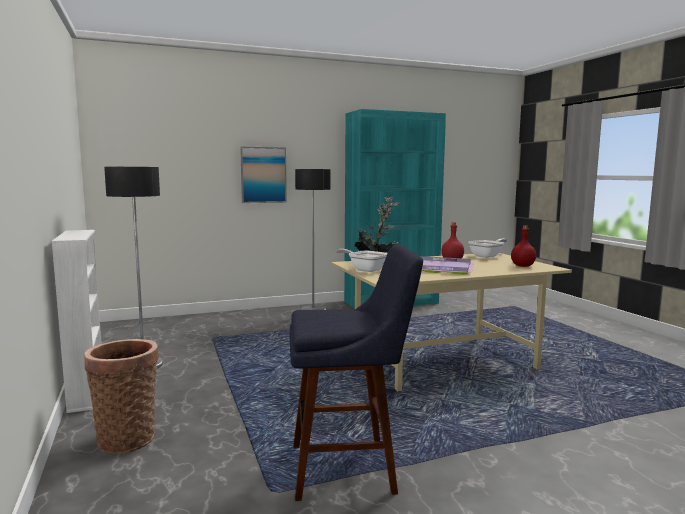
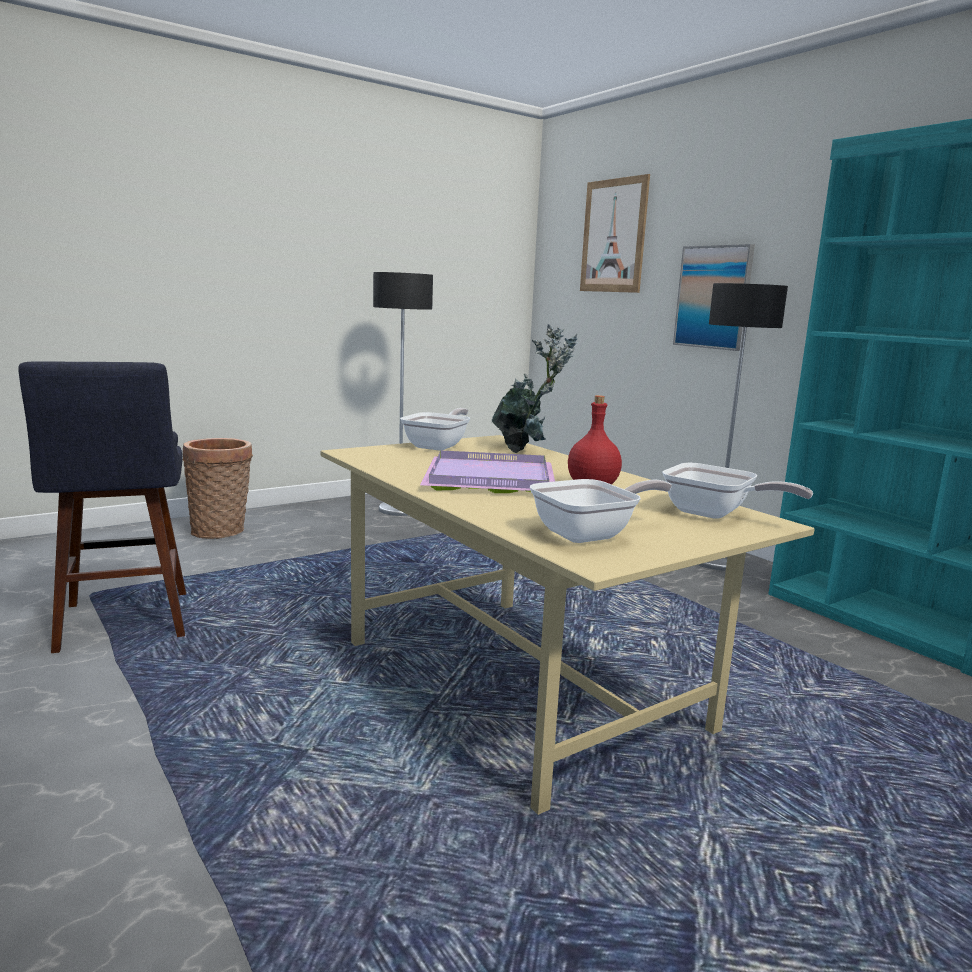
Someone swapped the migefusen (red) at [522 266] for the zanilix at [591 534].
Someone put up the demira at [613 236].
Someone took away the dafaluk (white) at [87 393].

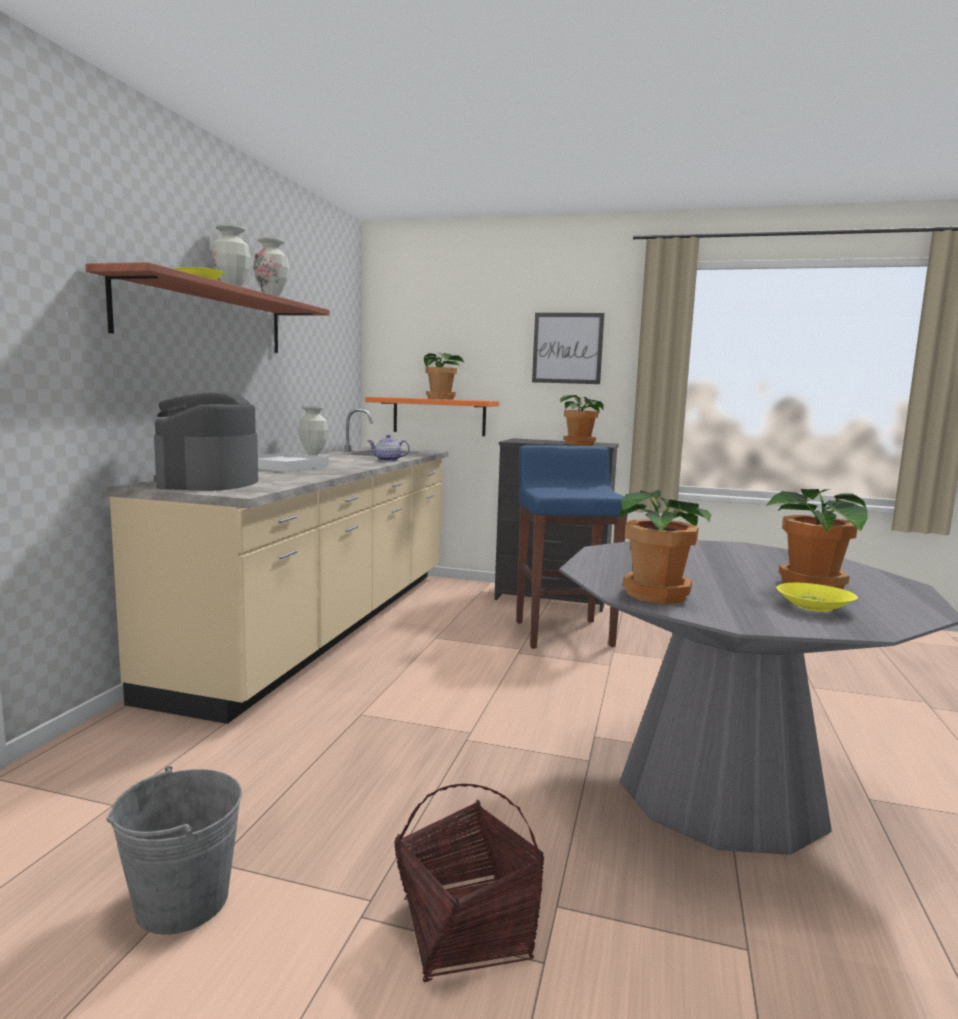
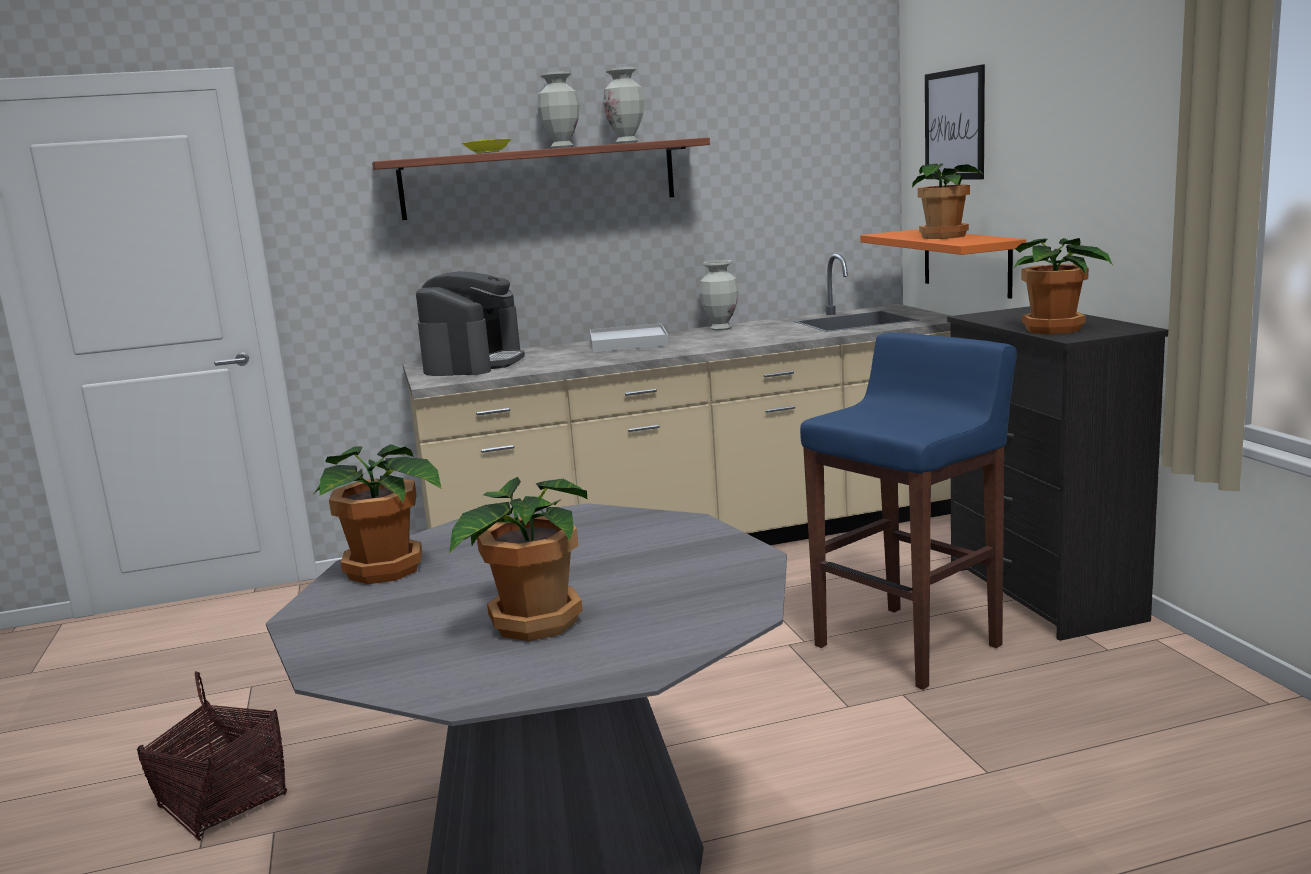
Someone rotated the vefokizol at [209 482] by 135 degrees clockwise.
Someone carried the demira from [567 348] to [954 125].
Someone took away the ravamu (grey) at [182 901].
Someone took away the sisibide at [387 460].
Someone took away the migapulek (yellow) at [812 608].

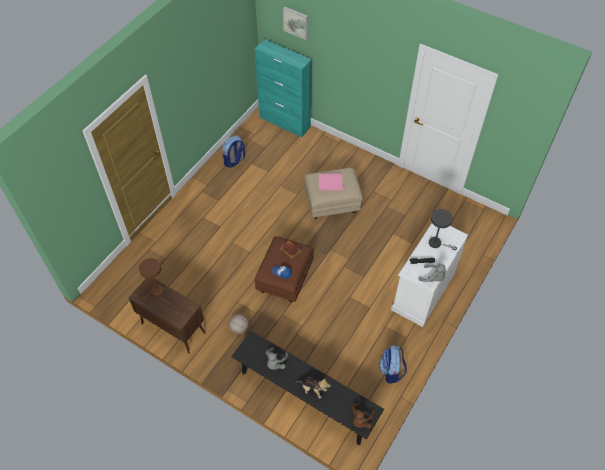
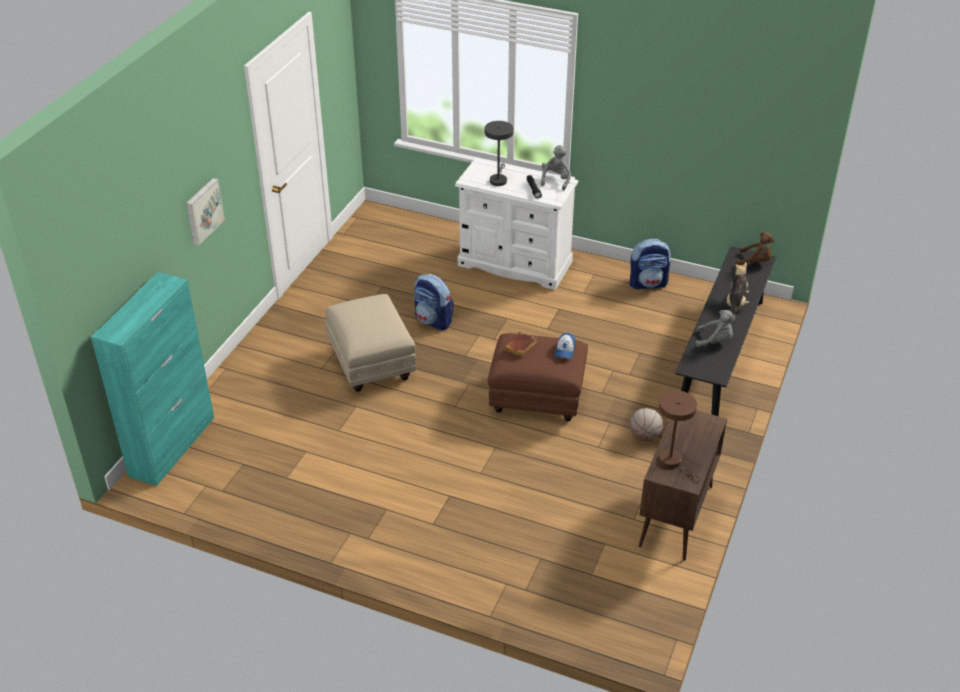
Someone carried the demira from [296 22] to [203 210].
Someone carried the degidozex from [234 161] to [433 320].
Someone took away the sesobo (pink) at [330 182].

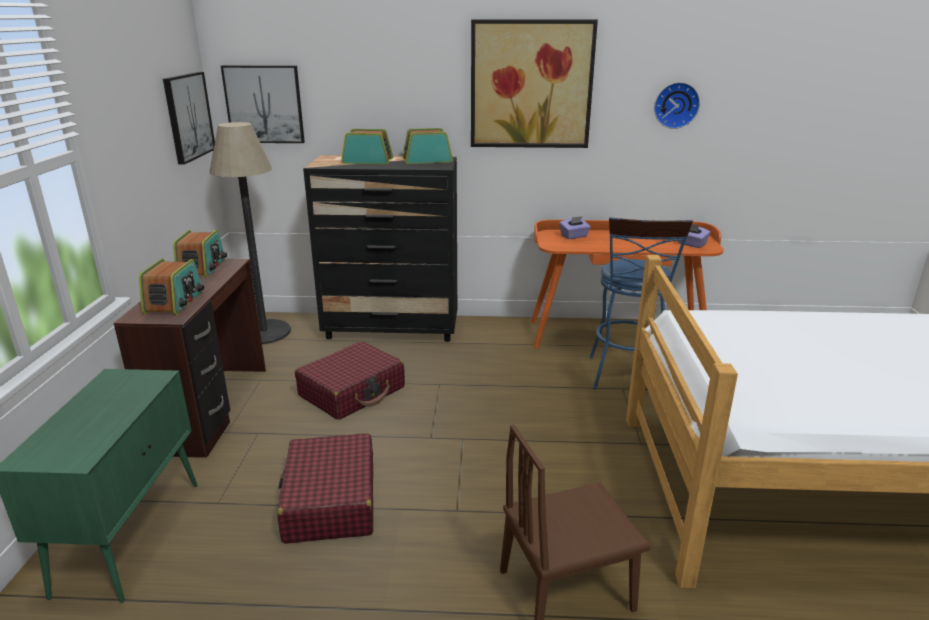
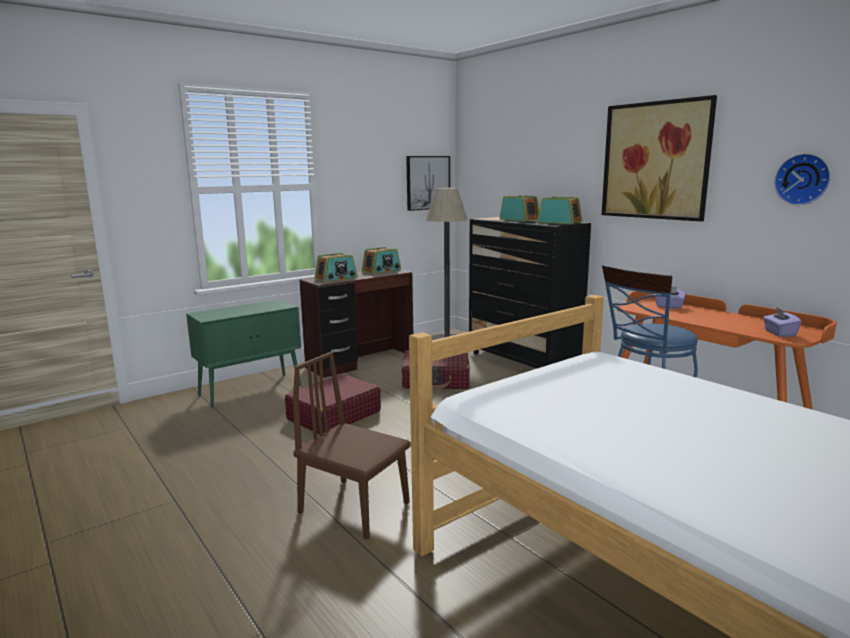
Someone took away the demira at [264 104].

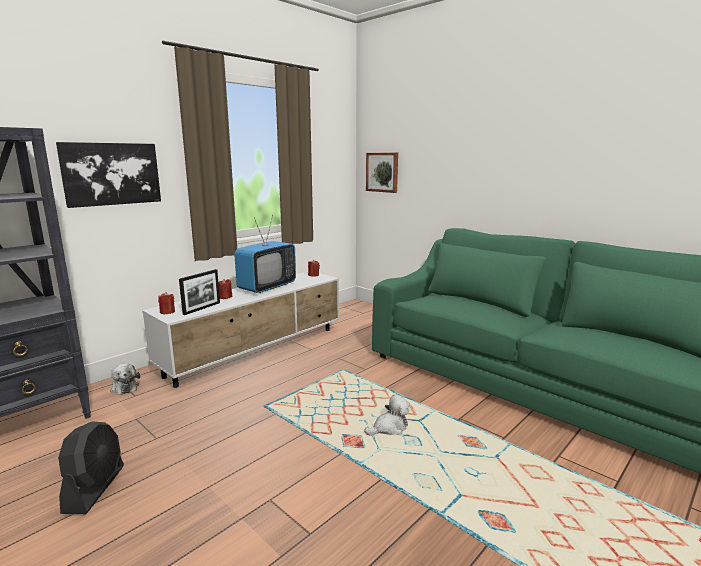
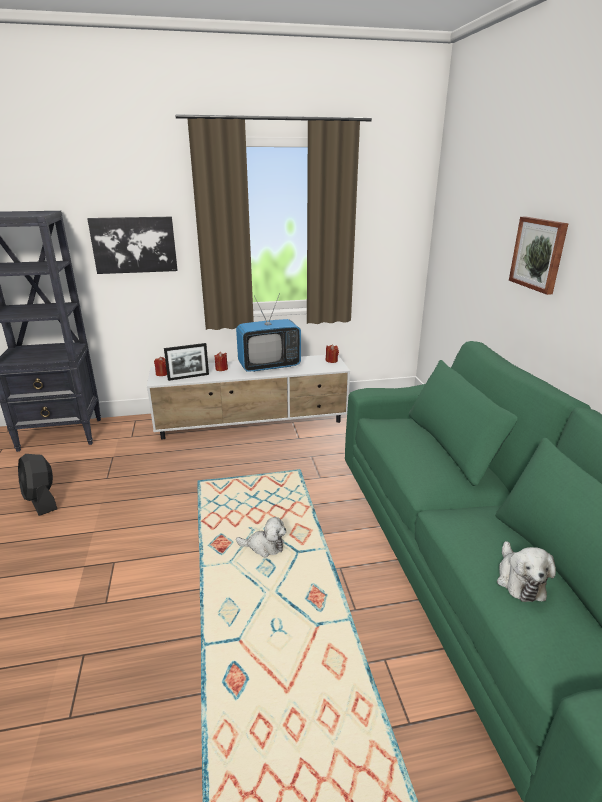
Someone rotated the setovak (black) at [95 488] by 105 degrees clockwise.
Someone carried the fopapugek from [124 387] to [519 580].
Someone carried the demira from [382 172] to [538 254].

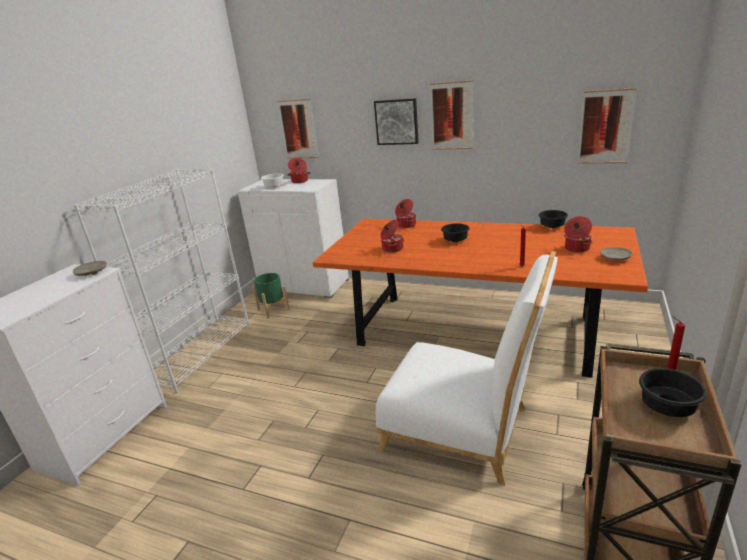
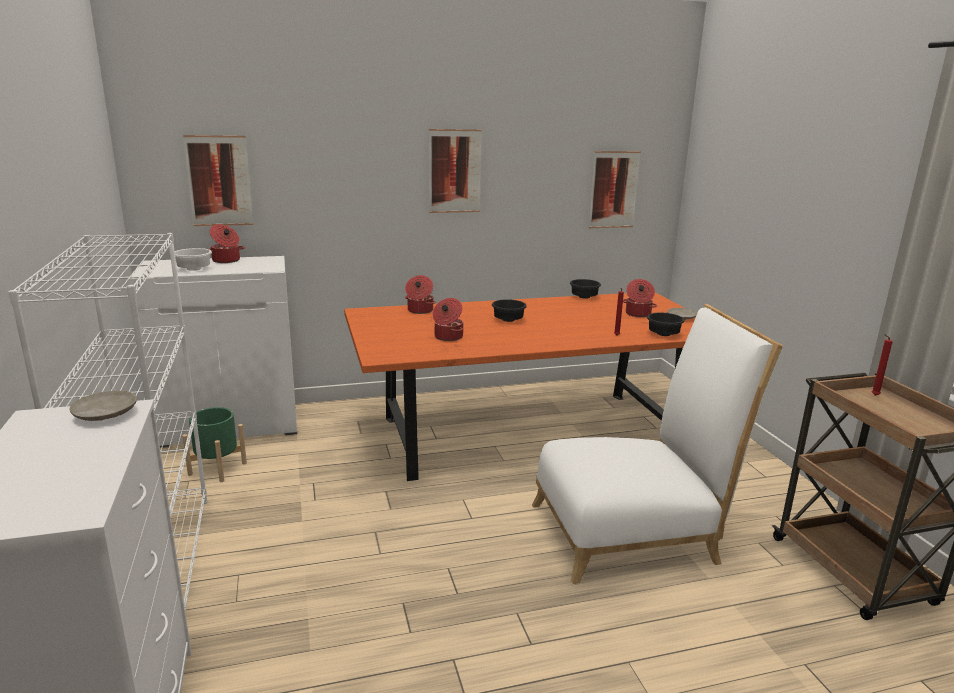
Someone carried the migapulek (black) from [667 408] to [664 335].
Someone took away the demira at [397 122].

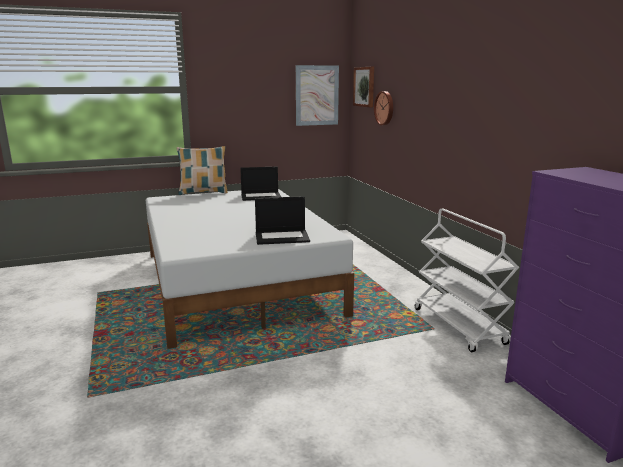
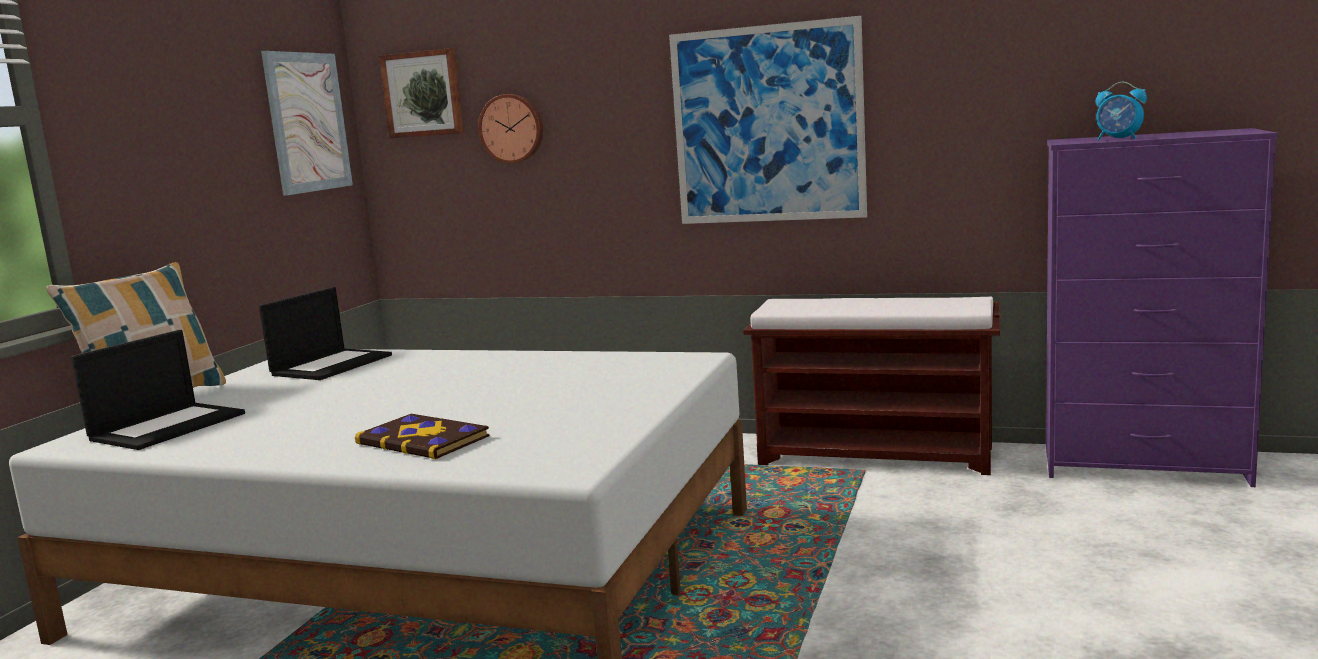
Someone carried the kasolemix from [282 237] to [168 426].
Someone put down the sesobo at [424 440].
Someone put up the demira at [767 124].
Someone swapped the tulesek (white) at [459 326] for the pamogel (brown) at [877 455].
Someone put down the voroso at [1119 139].

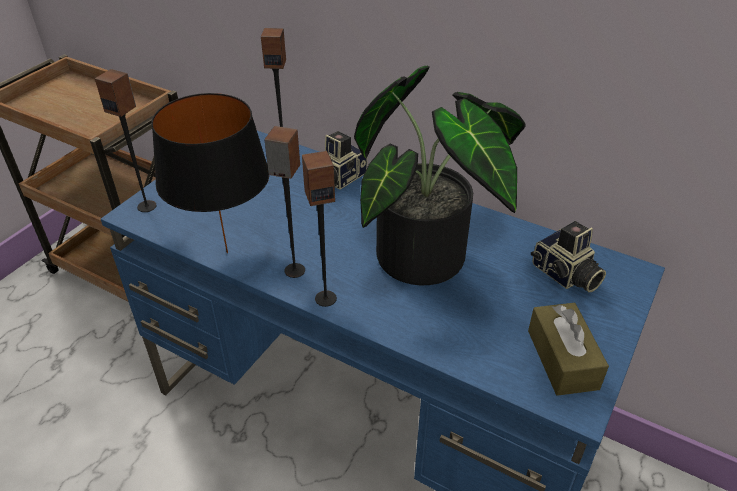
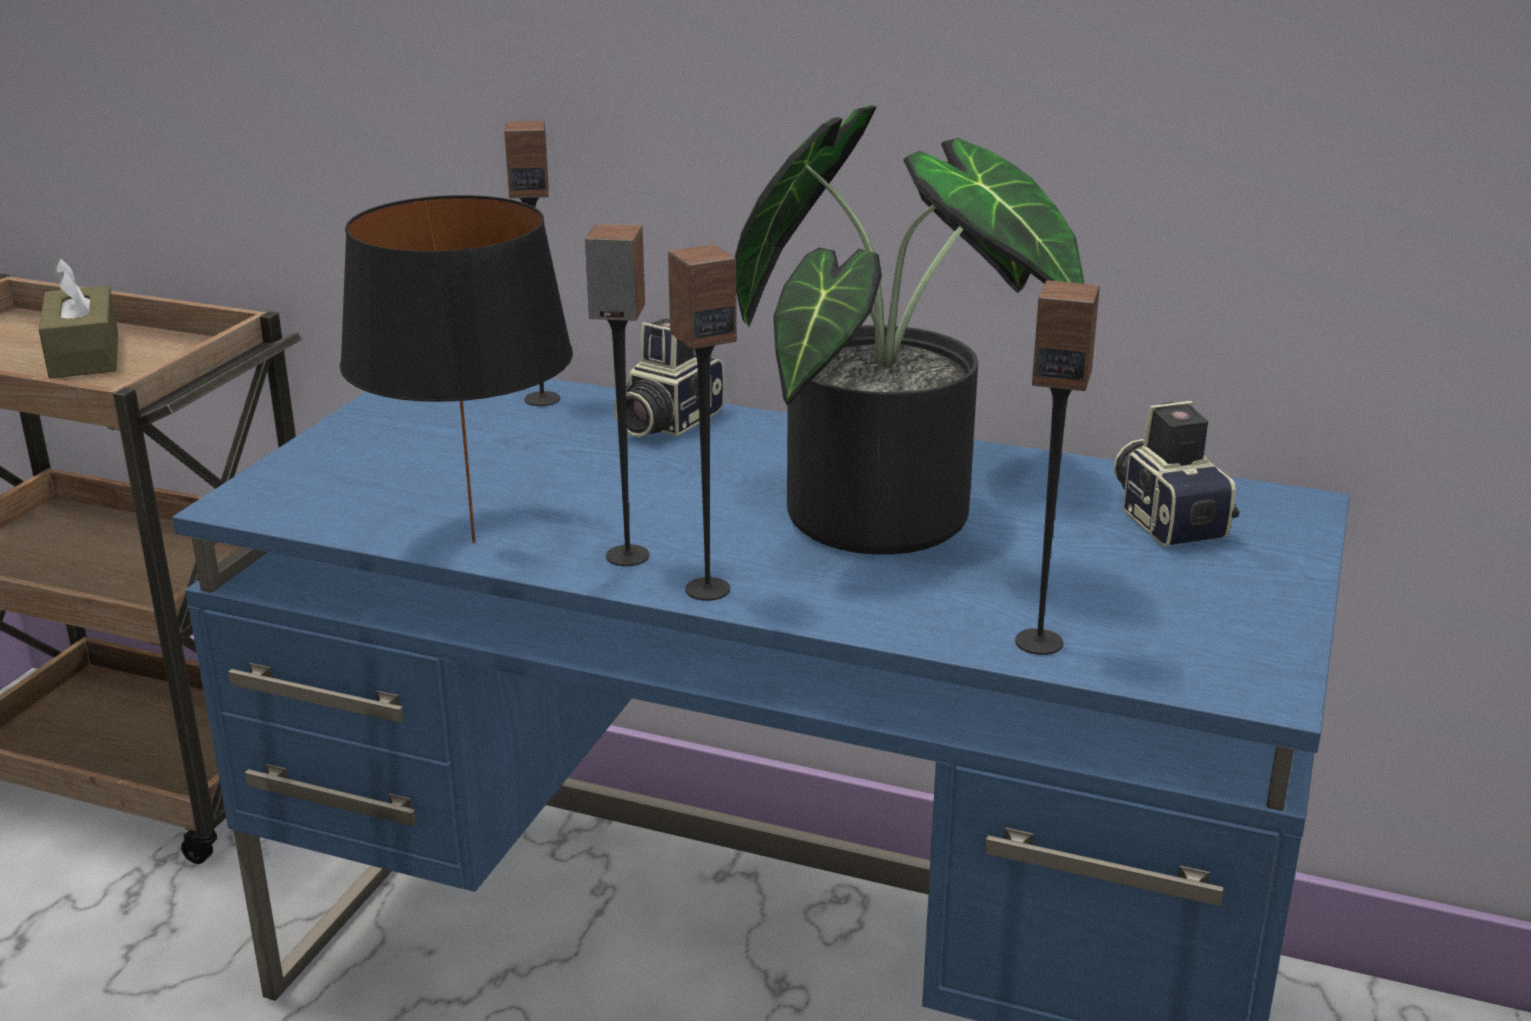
Someone carried the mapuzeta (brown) from [562 359] to [84 354].
Someone carried the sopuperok from [147 206] to [1039 642].
Someone rotated the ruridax at [565 275] by 150 degrees counterclockwise.

